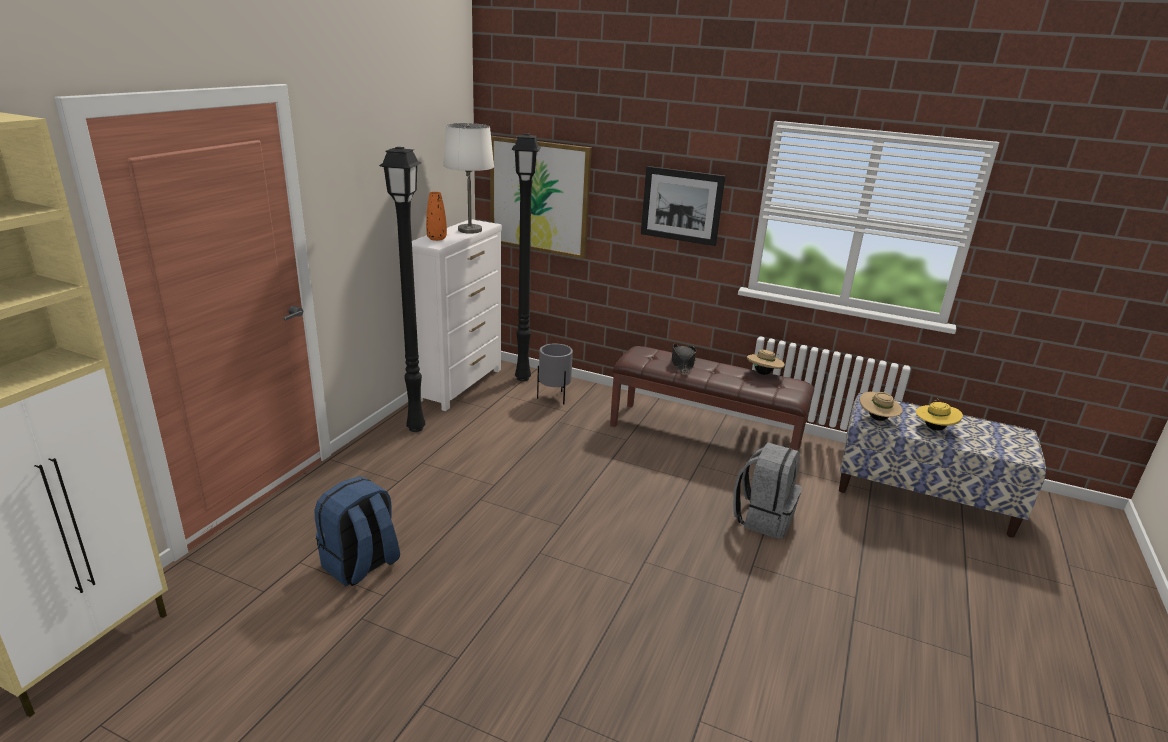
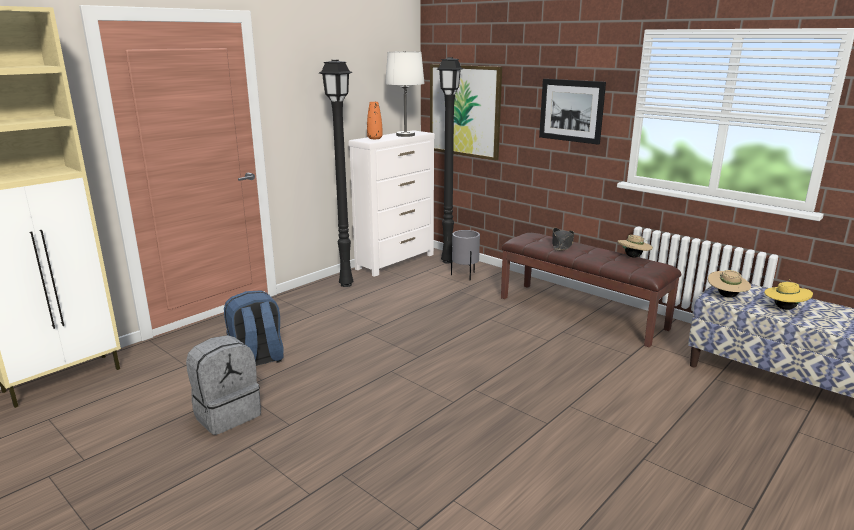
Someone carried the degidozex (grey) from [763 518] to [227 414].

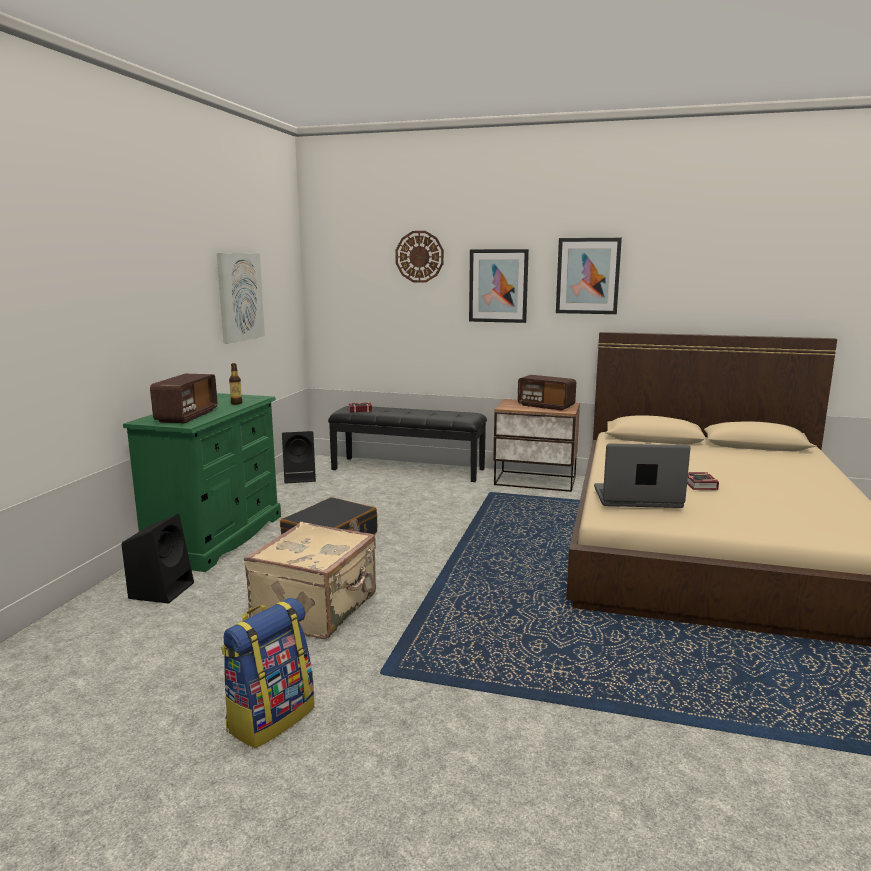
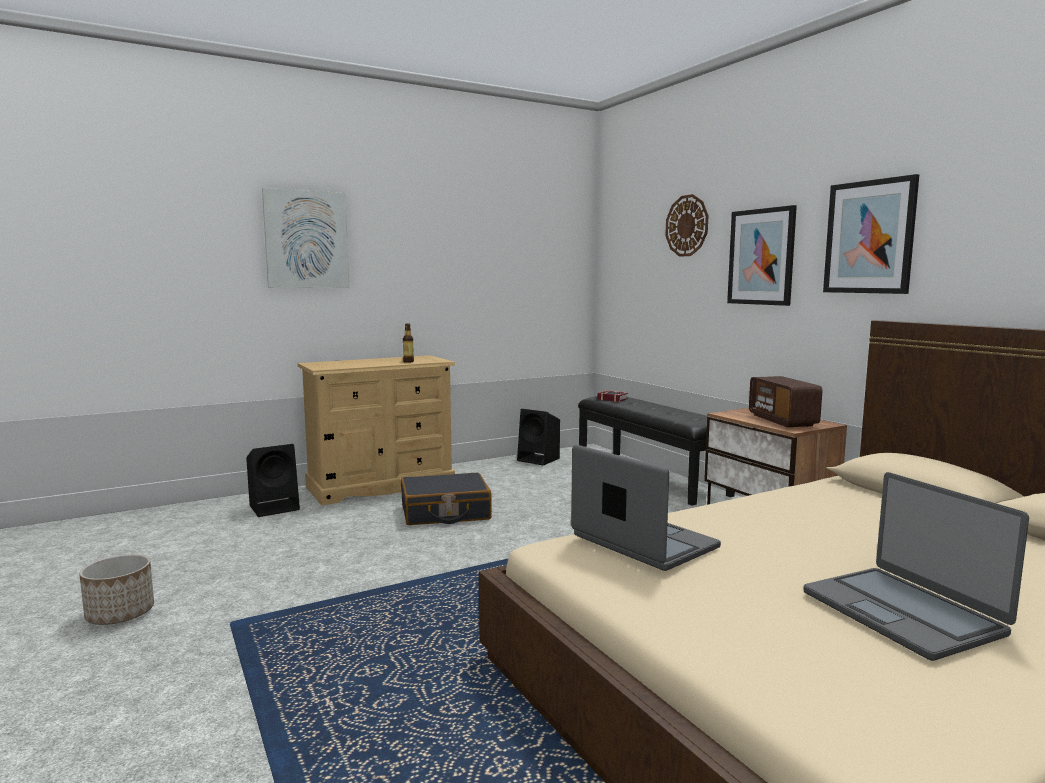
Someone swapped the degidozex at [270 718] for the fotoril at [121 614].
Someone carried the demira from [240 297] to [306 239].
Someone repainted the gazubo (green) at [217 538], which became the gazubo (beige) at [381 485].
Someone put down the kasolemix at [903 612].
Someone took away the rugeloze at [187 416].
Someone took away the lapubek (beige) at [317 609].
Someone took away the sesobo at [699 485].

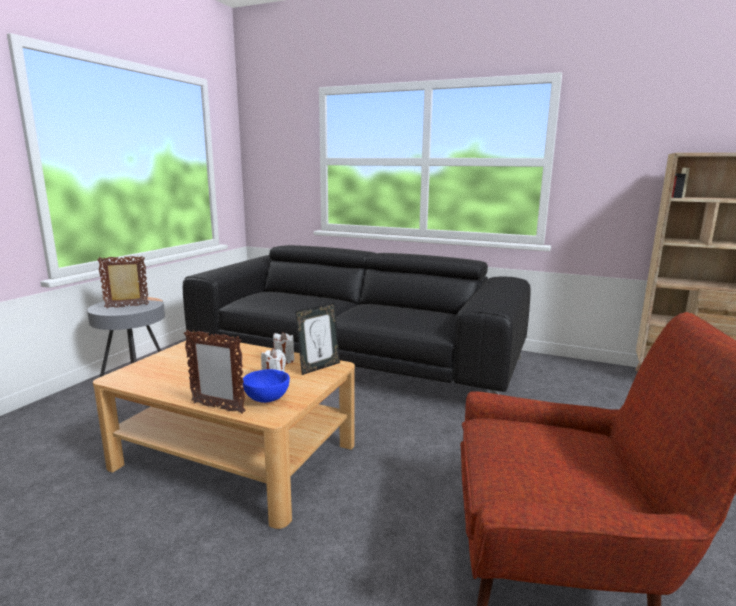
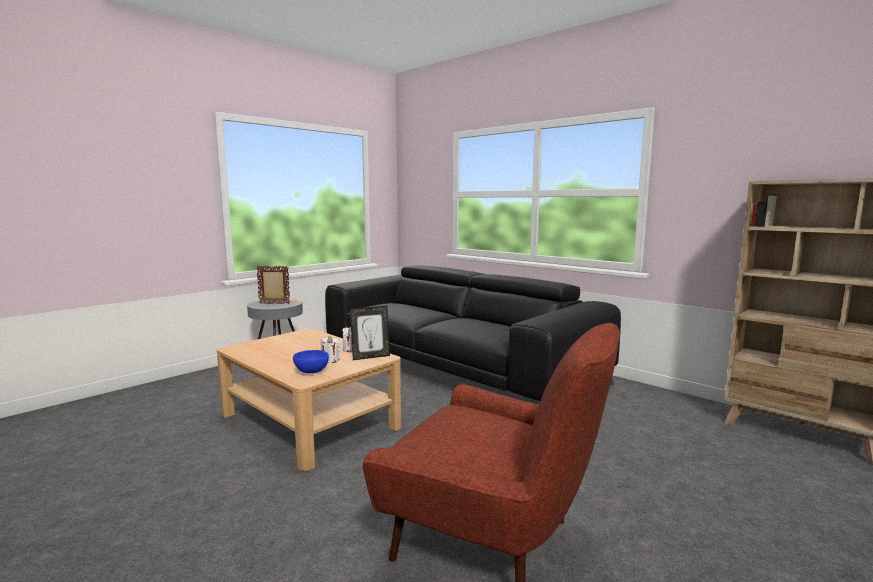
Someone took away the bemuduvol at [218 408].

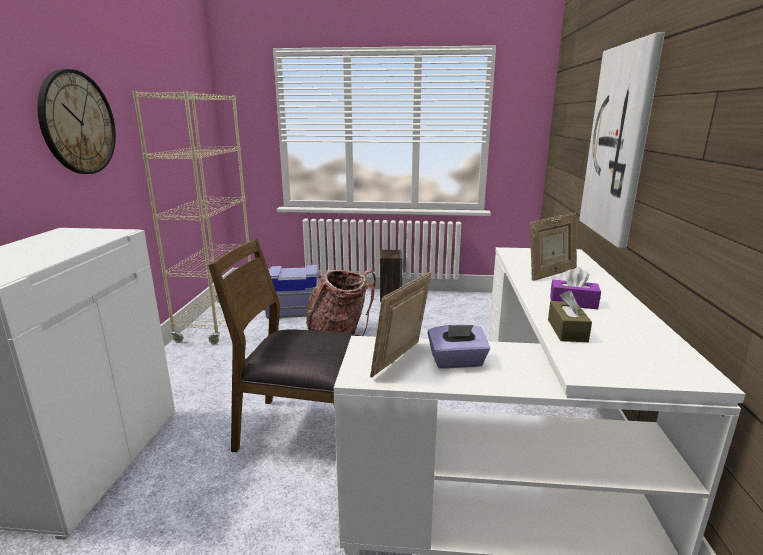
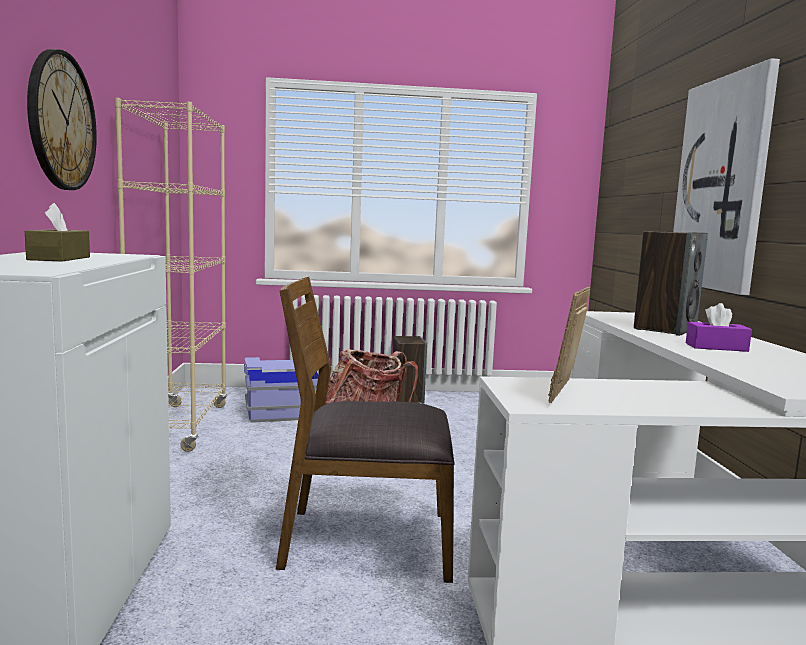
Someone carried the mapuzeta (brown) from [567 330] to [59 258].
Someone swapped the bemuduvol at [551 274] for the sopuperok at [665 329].
Someone took away the mapuzeta (purple) at [457 362].

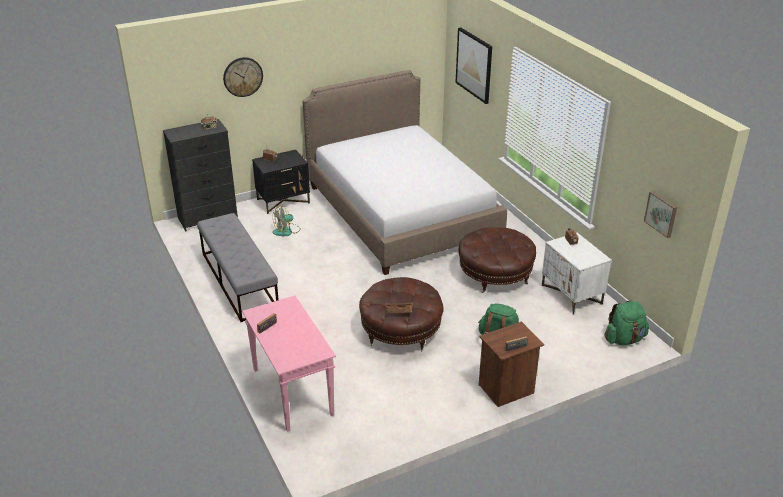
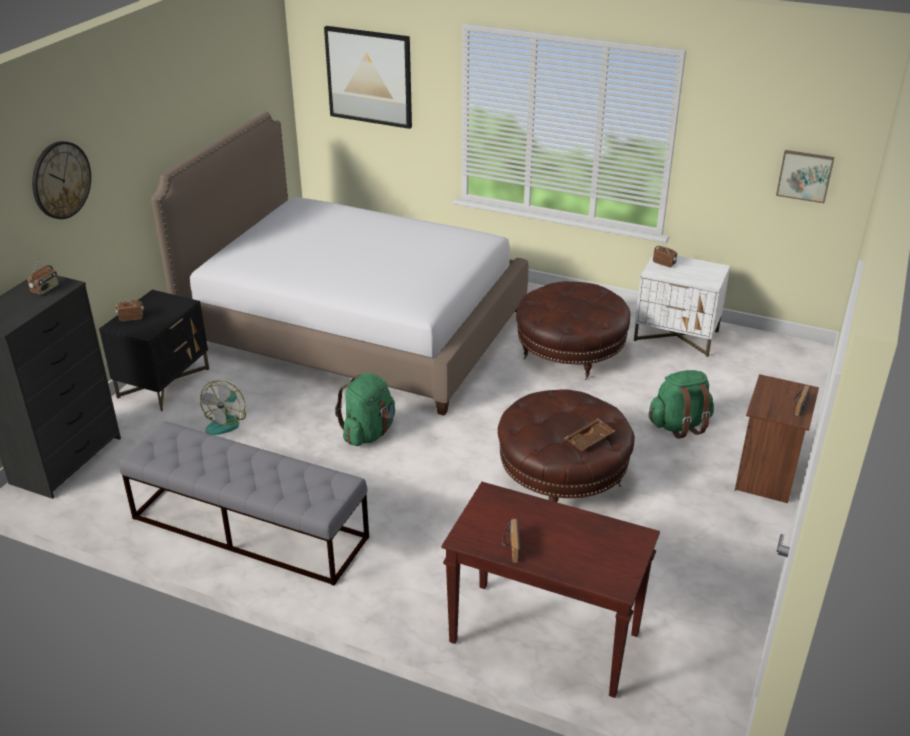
Someone carried the degidozex (green) from [624 339] to [368 433].
Someone repainted the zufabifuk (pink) at [291 391], which became the zufabifuk (brown) at [542 638].

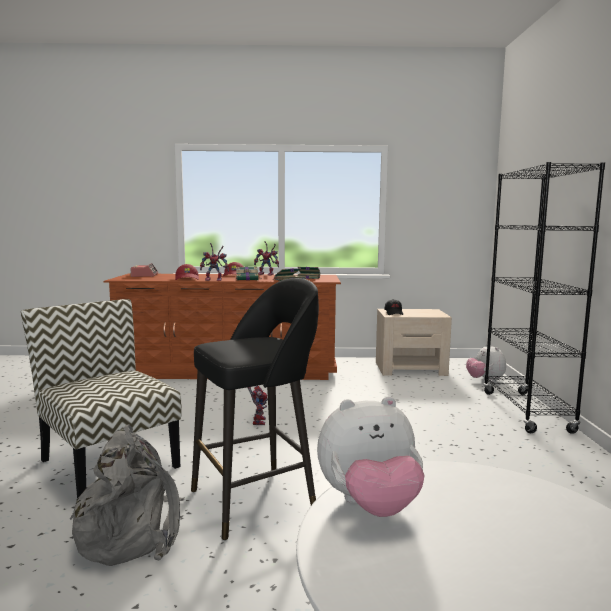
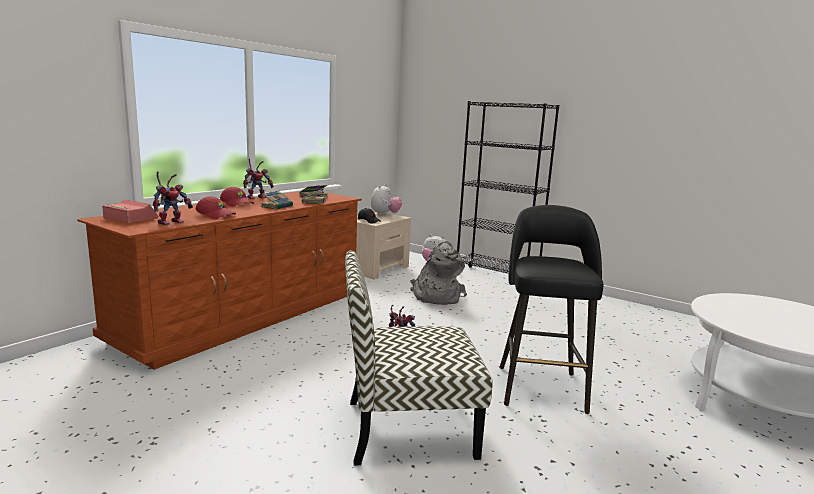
Someone carried the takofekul from [215 280] to [171 222].
Someone carried the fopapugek from [369 505] to [385 215].
Someone carried the degidozex (grey) from [132 532] to [436 297].

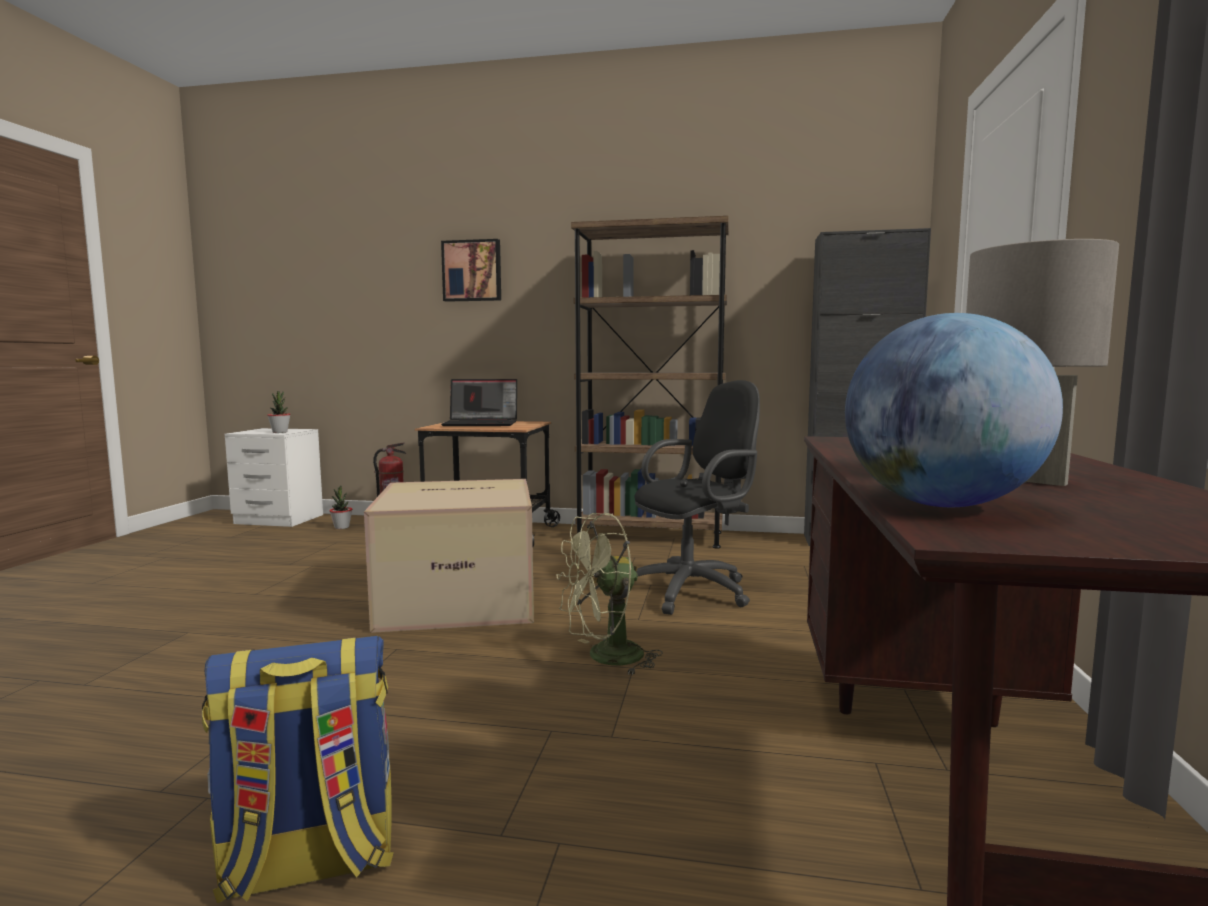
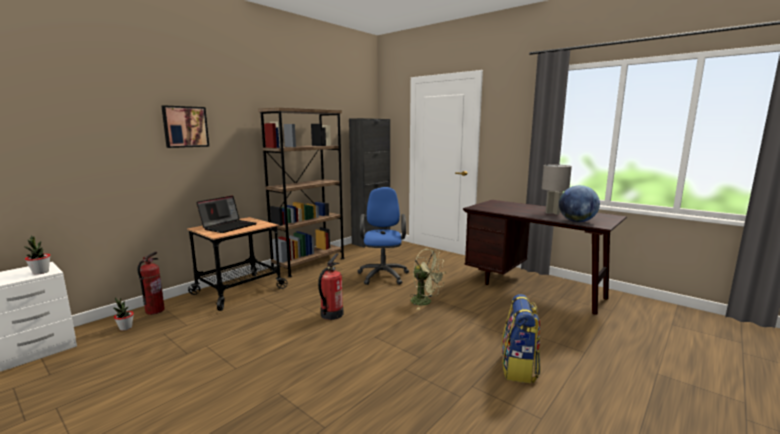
Someone swapped the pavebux at [460 599] for the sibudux at [331 314].
Someone repainted the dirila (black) at [694 590], which became the dirila (blue) at [383 274].
Someone rotated the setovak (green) at [605 658] by 60 degrees counterclockwise.

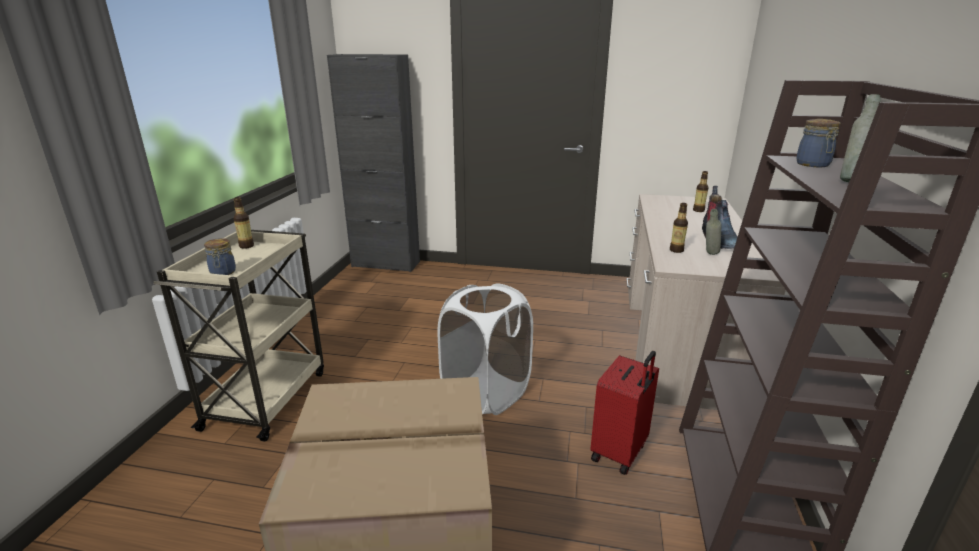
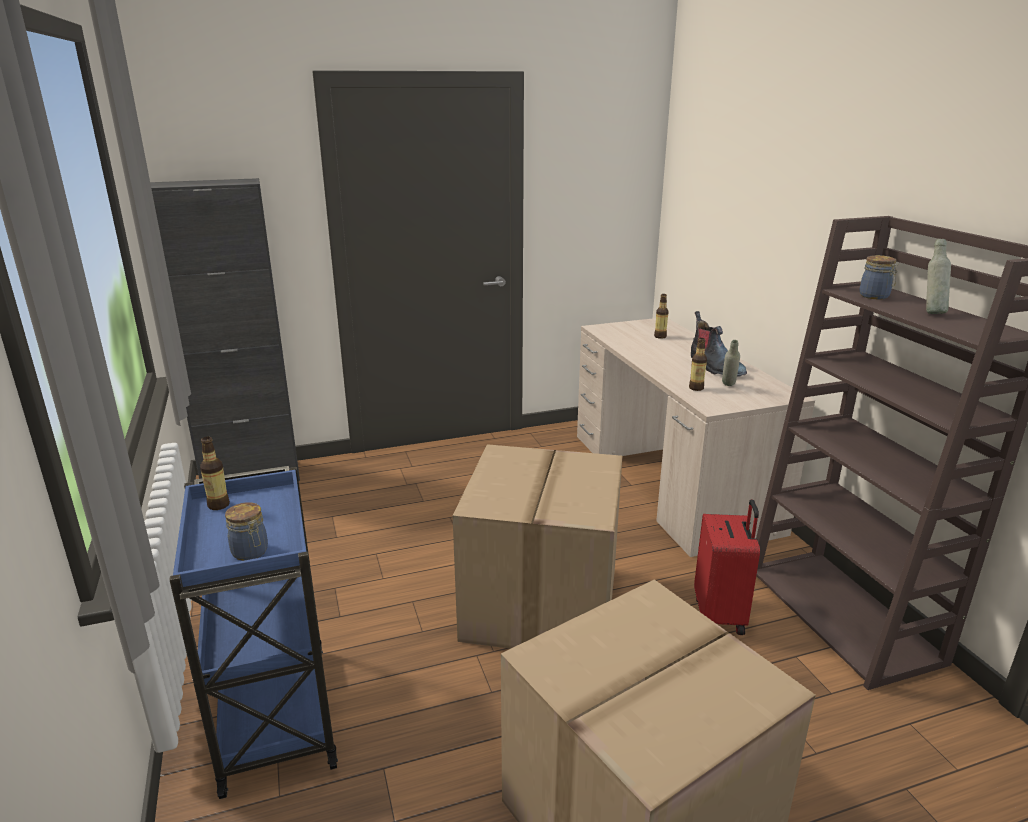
Someone repainted the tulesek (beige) at [267 398], which became the tulesek (blue) at [275 714].
Someone swapped the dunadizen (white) at [486 394] for the pavebux at [543 605].

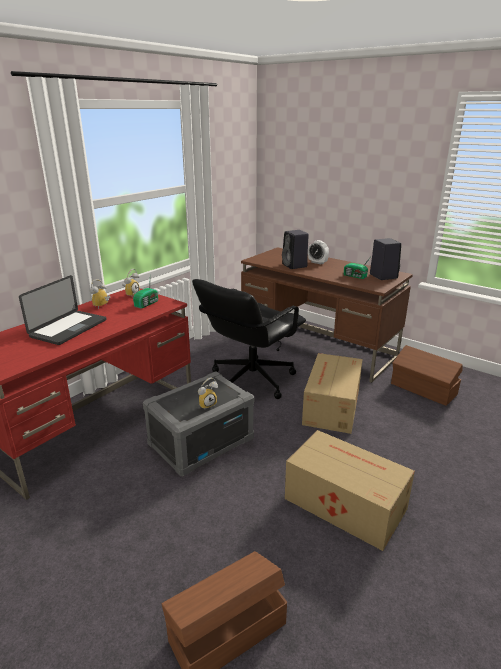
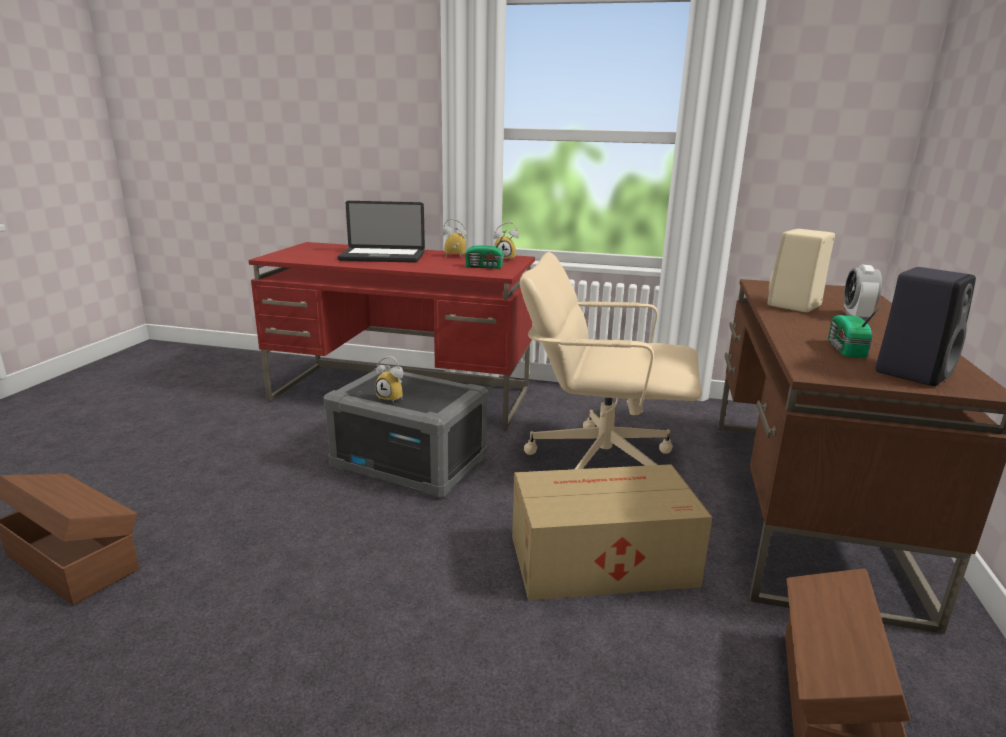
Someone repainted the dirila (black) at [251 379], which became the dirila (beige) at [600 463].
Someone repainted the sopuperok (black) at [295 266], which became the sopuperok (beige) at [794 306].
Someone took away the pavebux at [344 502].

